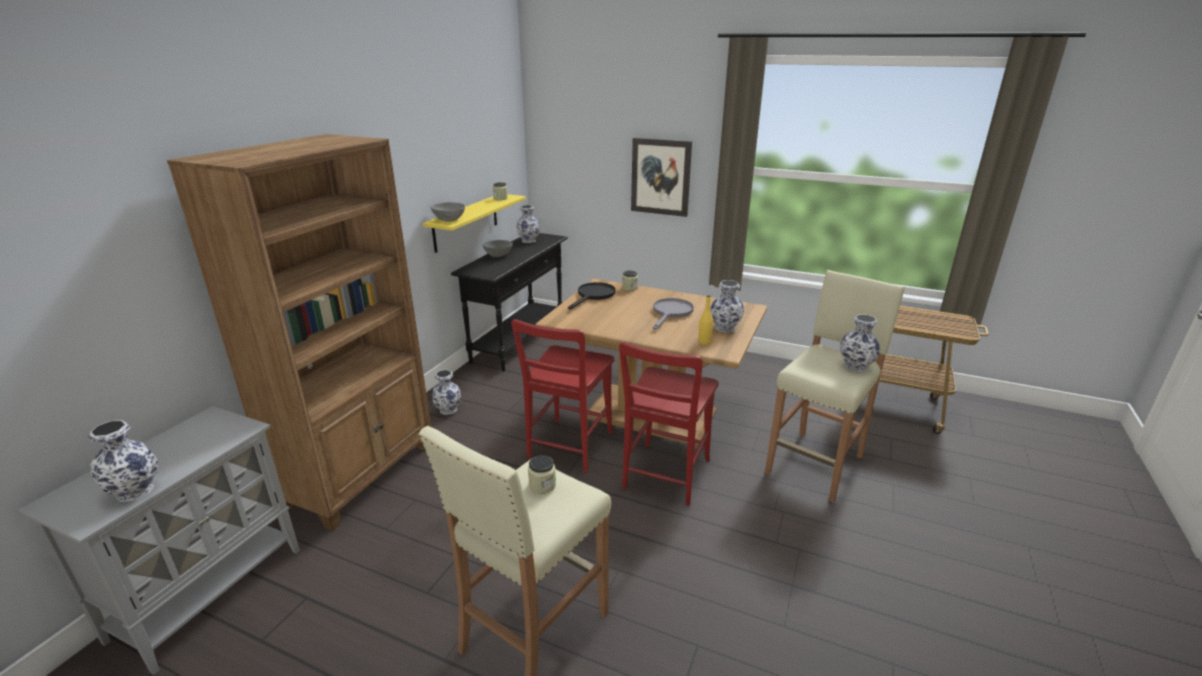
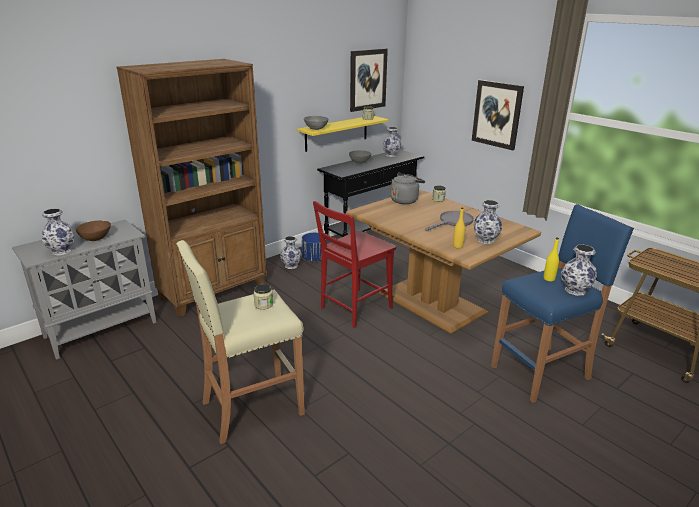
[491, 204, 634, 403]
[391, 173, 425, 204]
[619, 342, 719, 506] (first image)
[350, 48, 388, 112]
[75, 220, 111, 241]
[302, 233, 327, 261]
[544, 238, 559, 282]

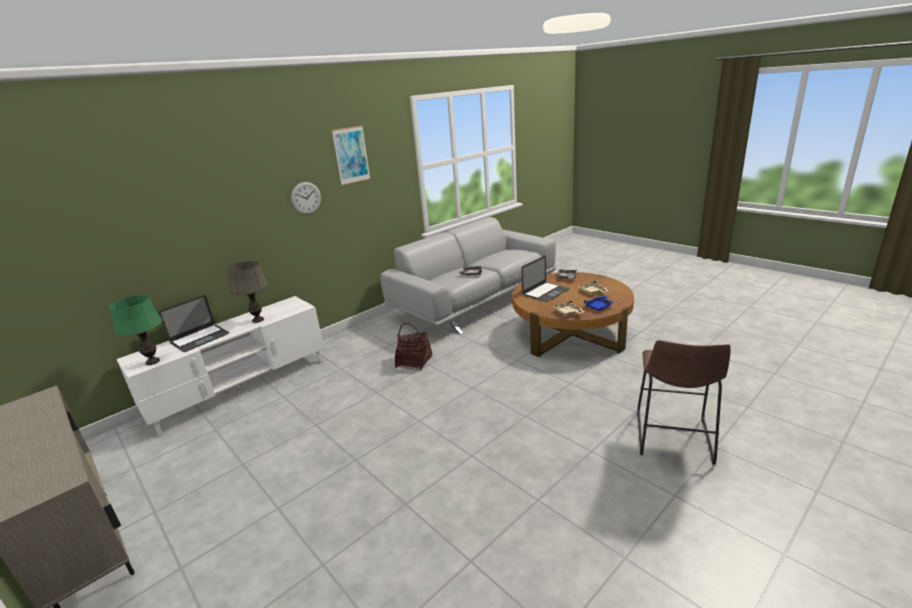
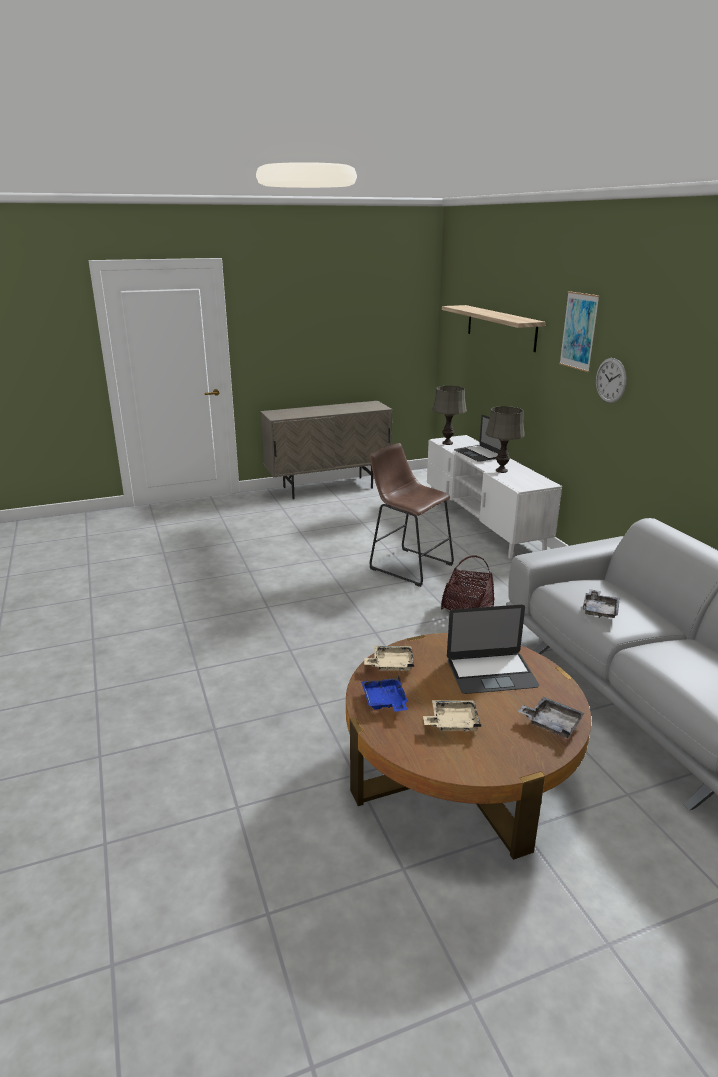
[559, 291, 600, 372]
[447, 605, 540, 694]
[432, 386, 467, 445]
[370, 443, 454, 587]
[442, 305, 546, 352]

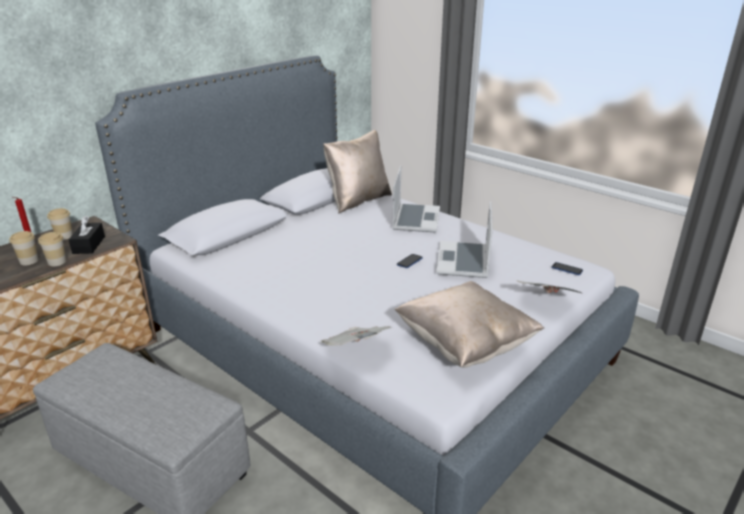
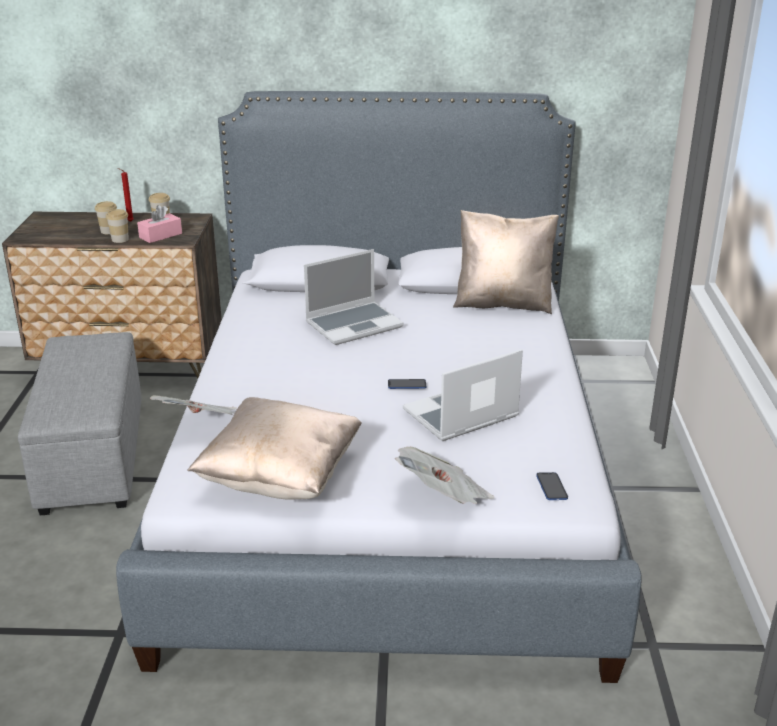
[304, 249, 404, 345]
[137, 205, 182, 243]

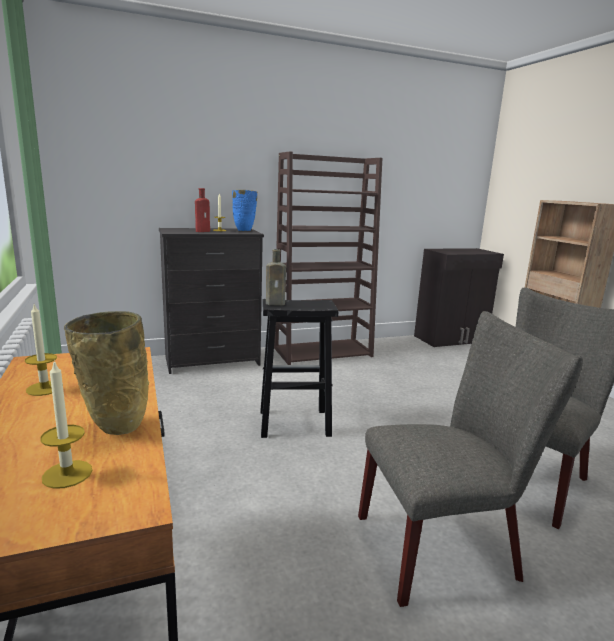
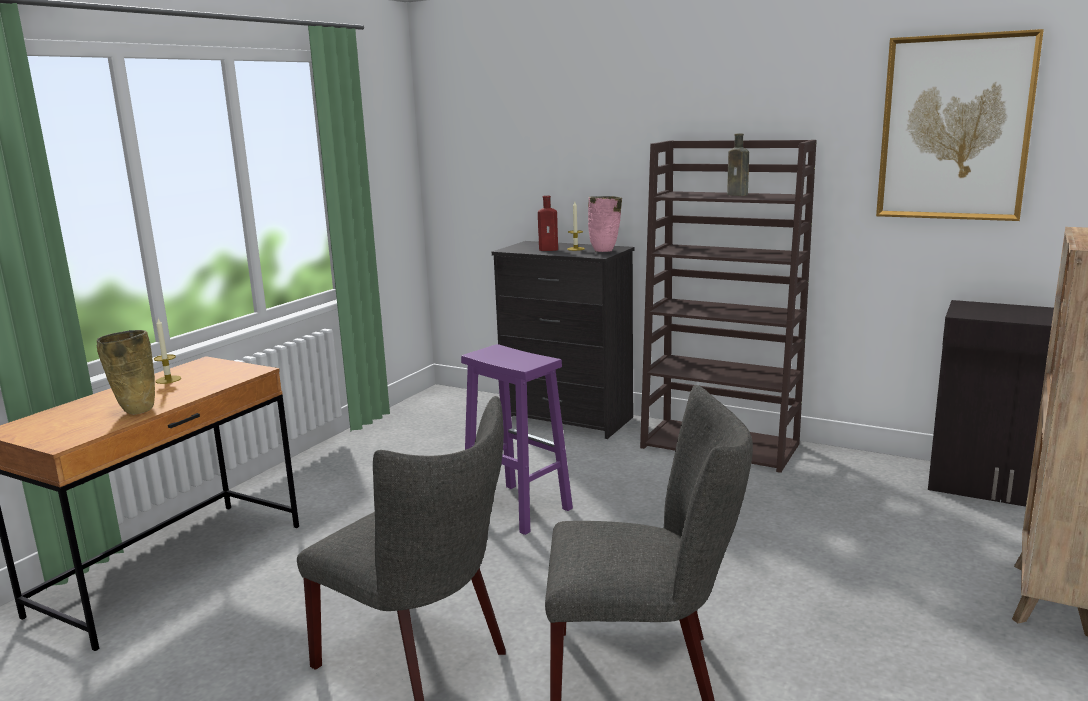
[588, 196, 622, 252]
[727, 134, 749, 196]
[461, 344, 573, 535]
[40, 360, 92, 489] (first image)
[876, 29, 1044, 221]

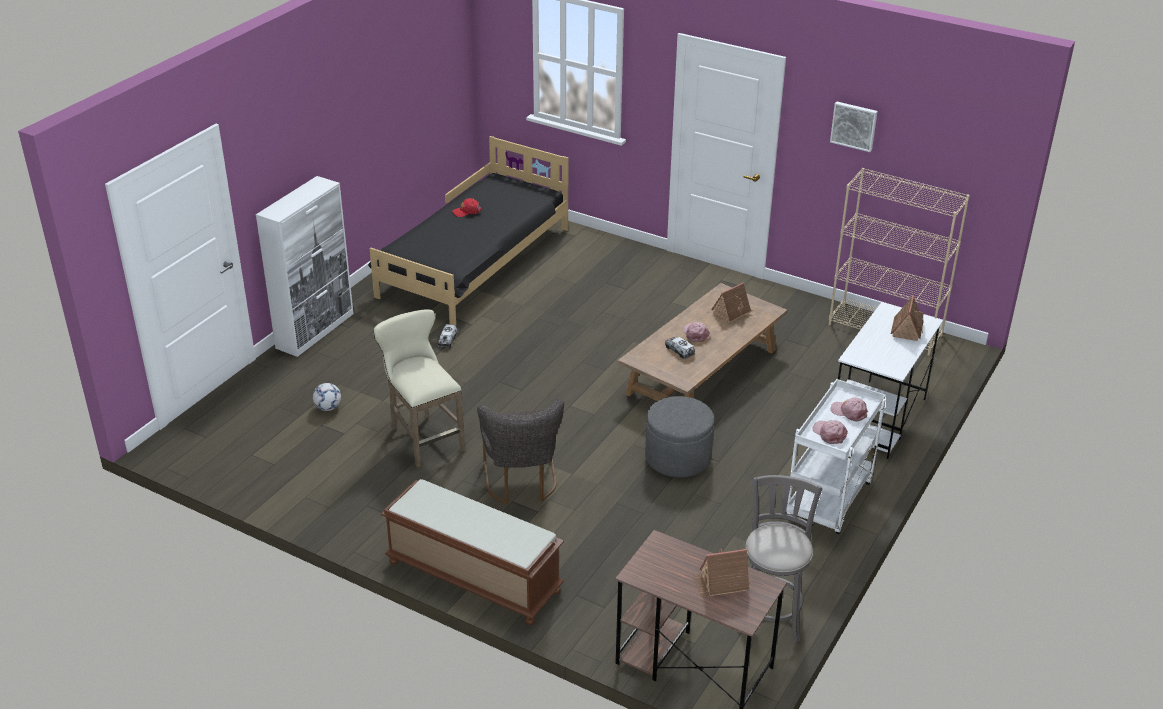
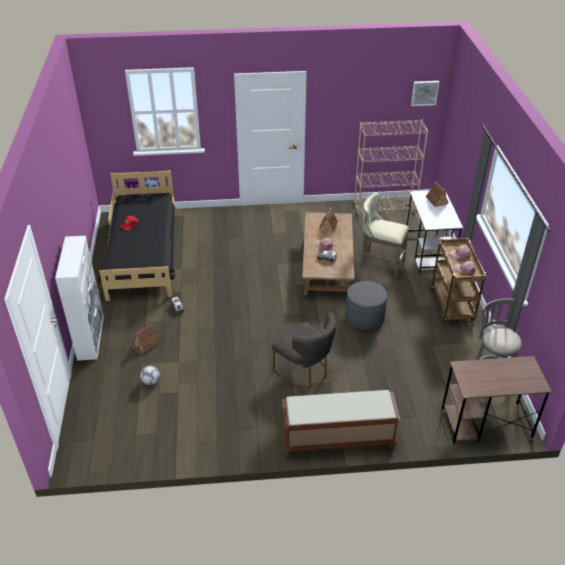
[411, 81, 439, 106]
[360, 193, 409, 277]
[431, 238, 486, 322]
[131, 324, 160, 355]

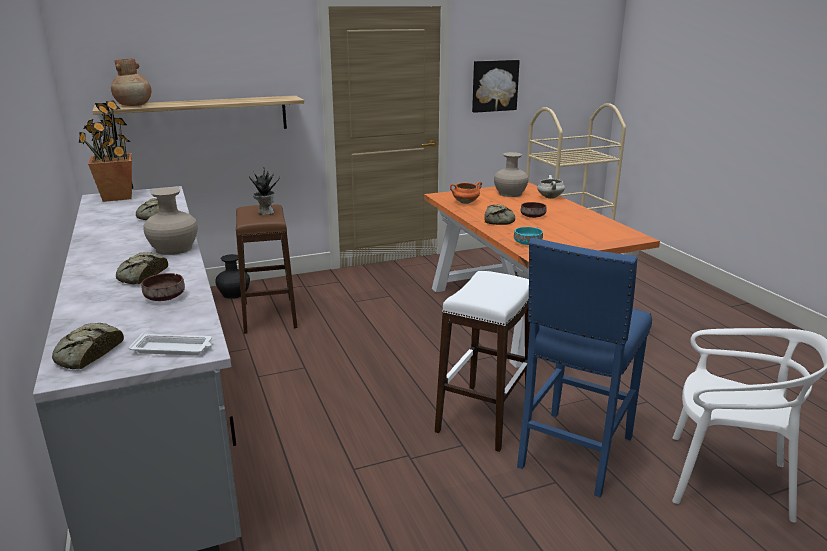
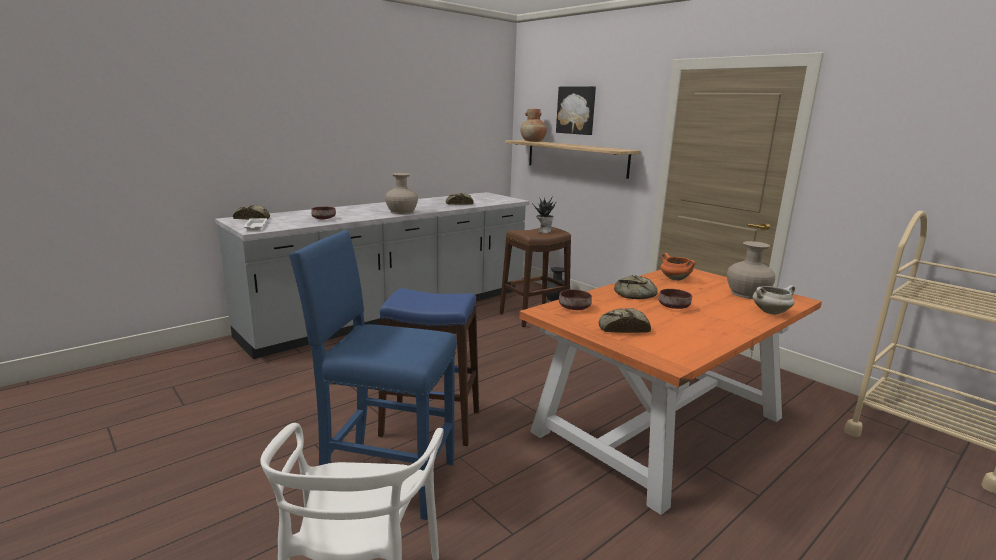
[556, 86, 596, 135]
[79, 100, 133, 202] (first image)
[559, 290, 592, 310]
[599, 308, 651, 333]
[378, 288, 479, 446]

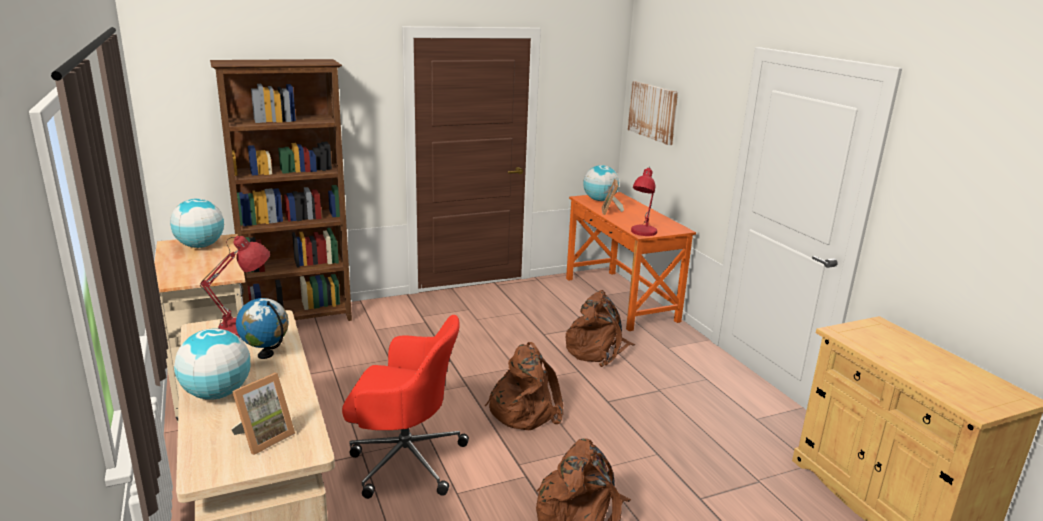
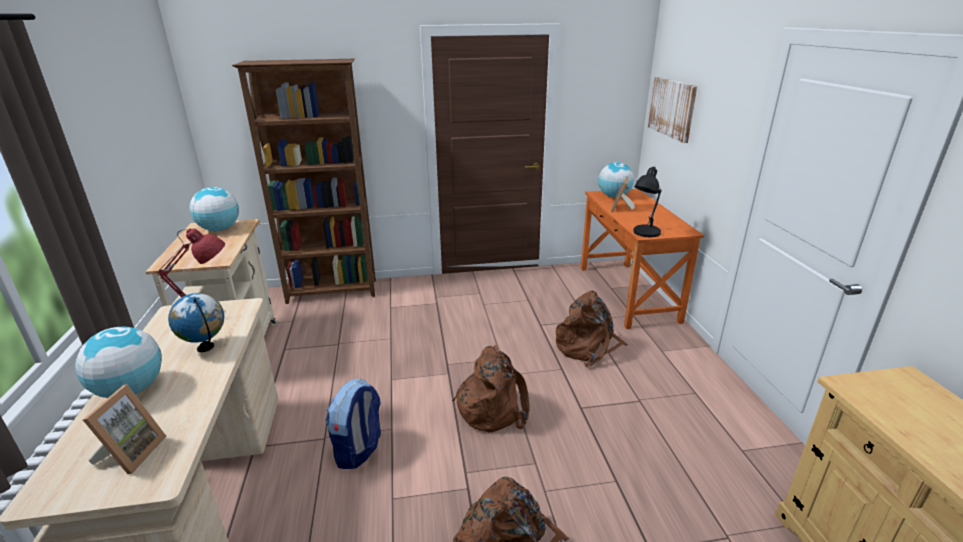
[633, 166, 662, 237]
[325, 379, 381, 469]
[83, 384, 167, 474]

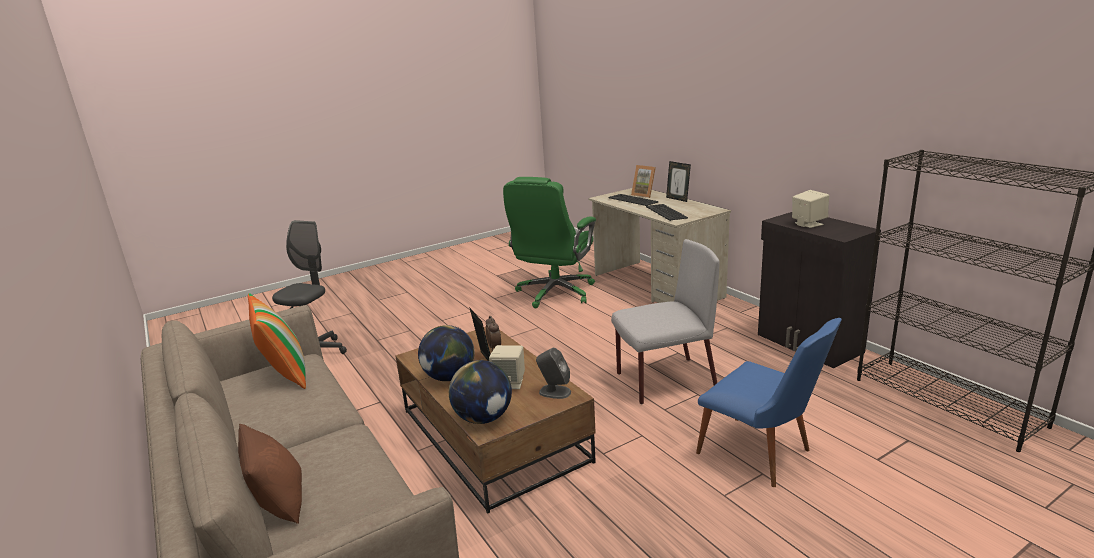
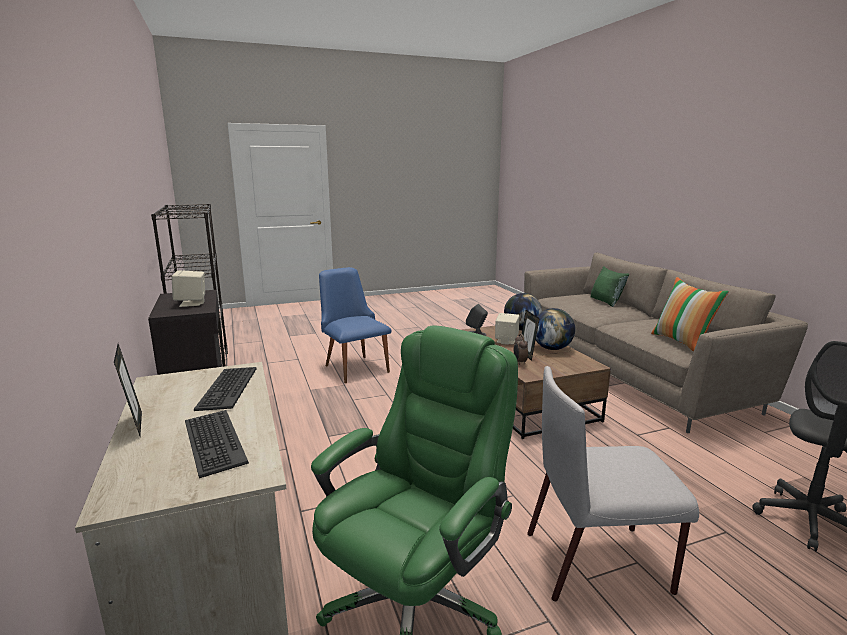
[631, 165, 656, 198] (first image)
[527, 366, 699, 602]
[590, 266, 629, 307]

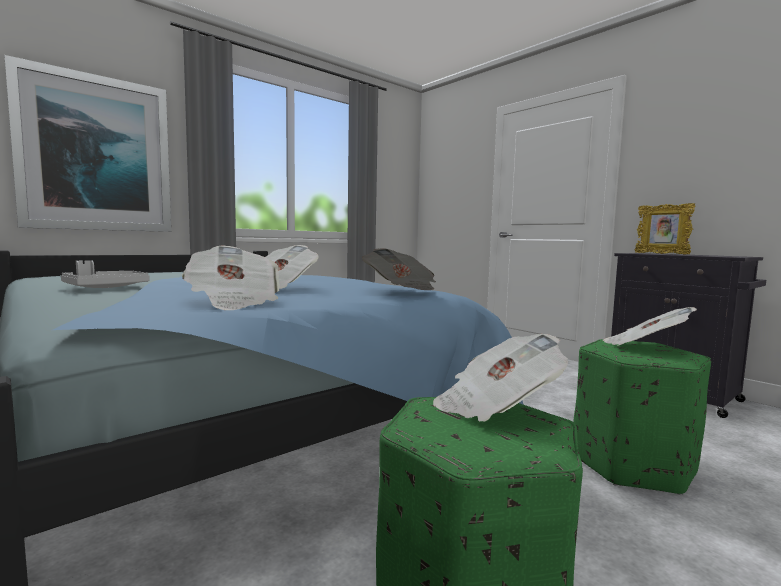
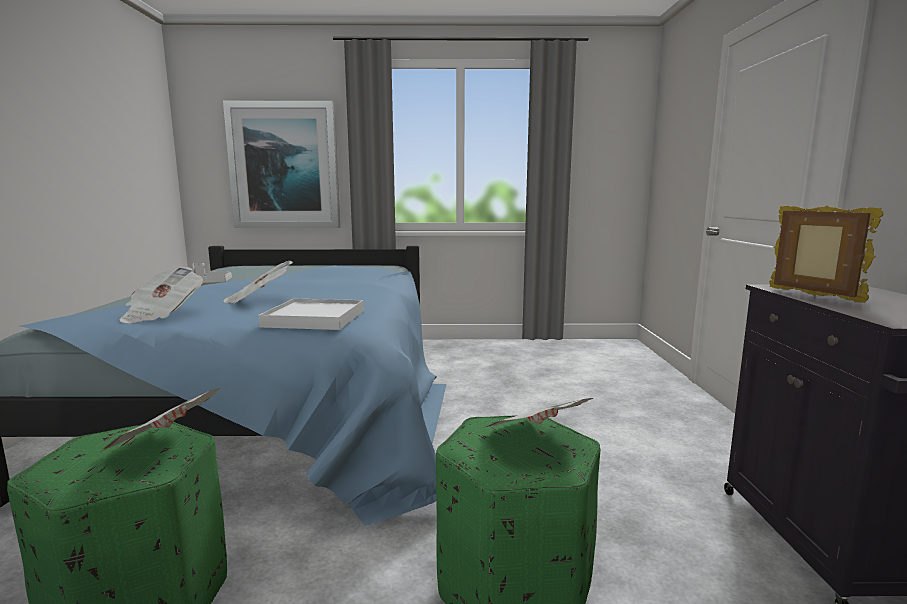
[769, 206, 884, 303]
[258, 299, 364, 330]

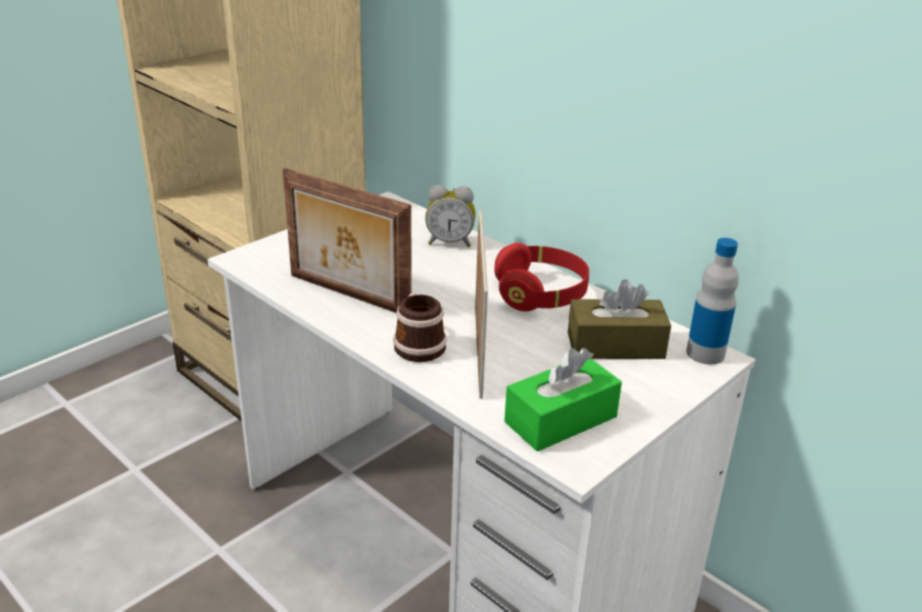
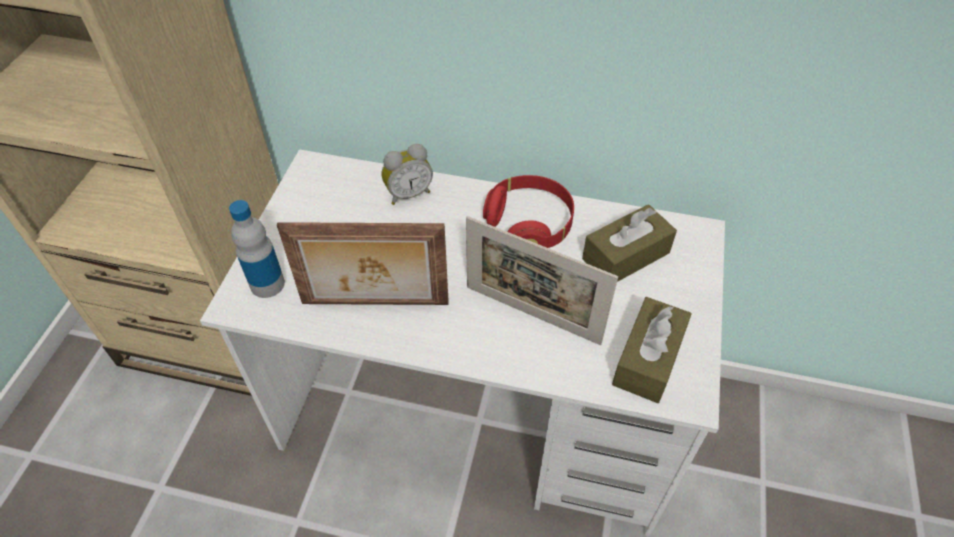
[466, 216, 618, 345]
[229, 200, 285, 298]
[393, 293, 447, 362] (first image)
[612, 297, 692, 403]

